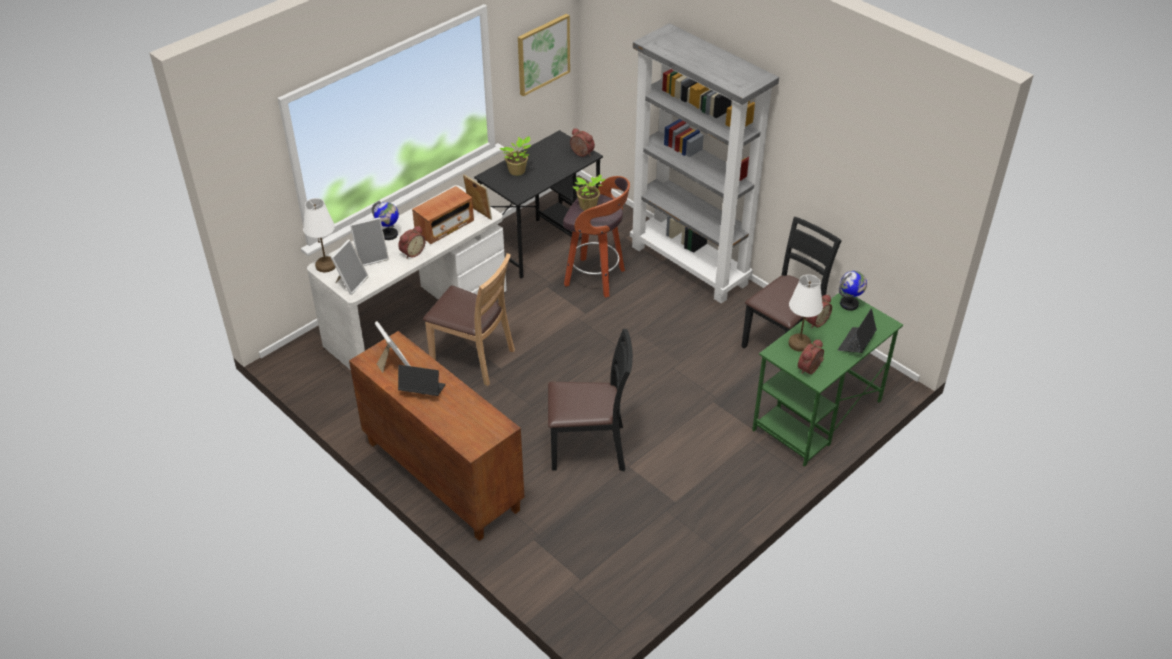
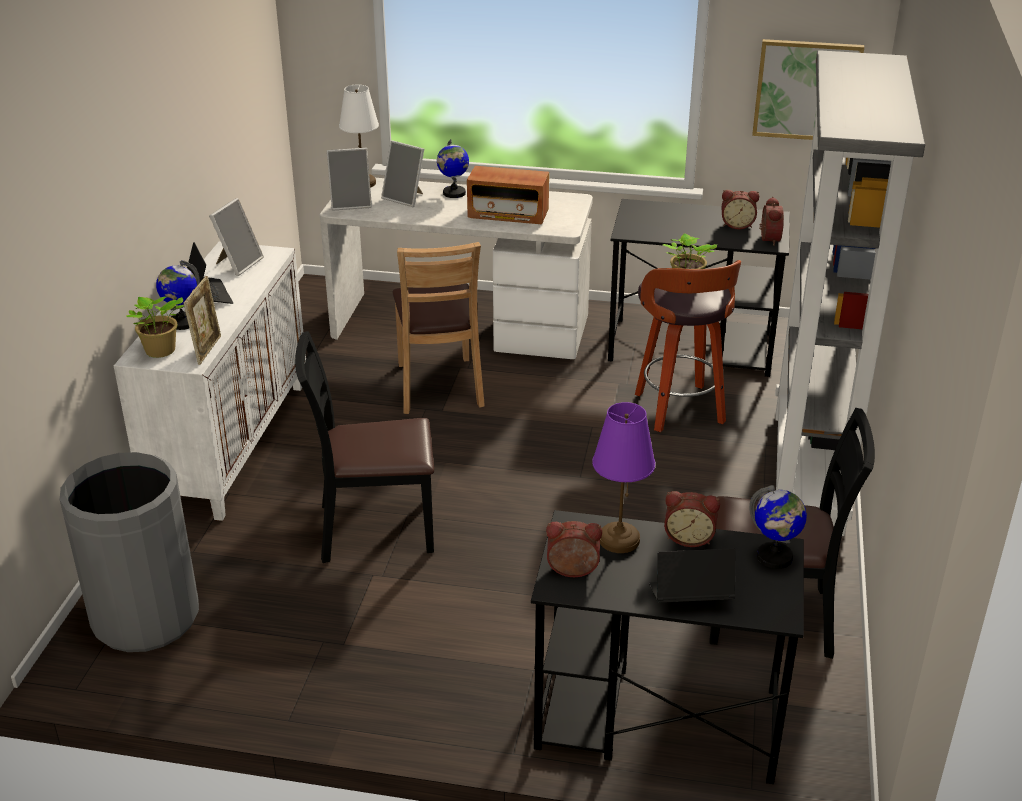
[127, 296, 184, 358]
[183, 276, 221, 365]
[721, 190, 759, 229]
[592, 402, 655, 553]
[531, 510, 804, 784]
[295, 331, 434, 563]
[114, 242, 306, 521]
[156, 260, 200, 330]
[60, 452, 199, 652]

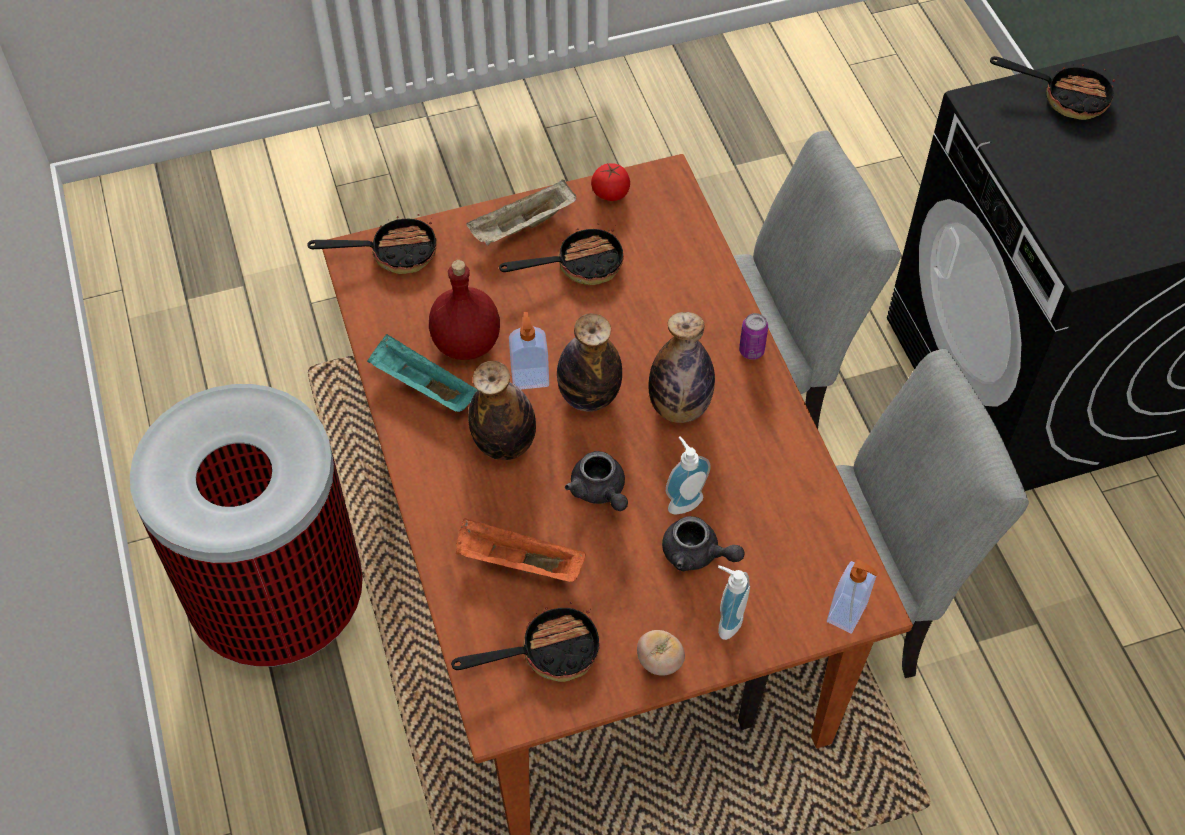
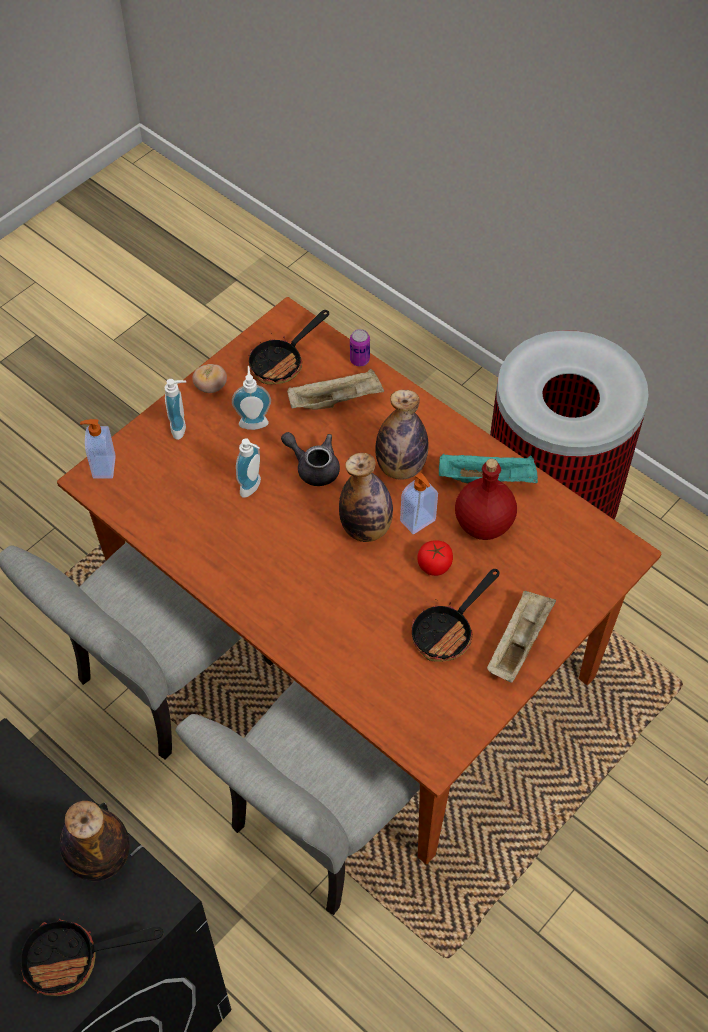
[417, 540, 453, 576]
[307, 214, 437, 274] (first image)
[60, 801, 130, 881]
[350, 329, 370, 366]
[662, 516, 745, 571] (first image)
[287, 369, 384, 410]
[232, 366, 271, 430]

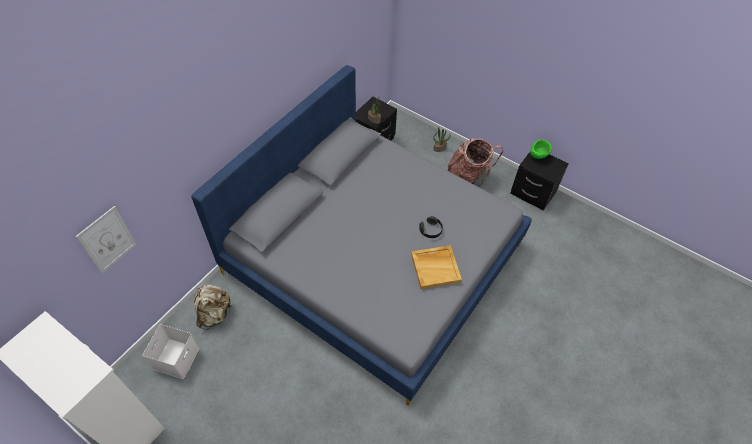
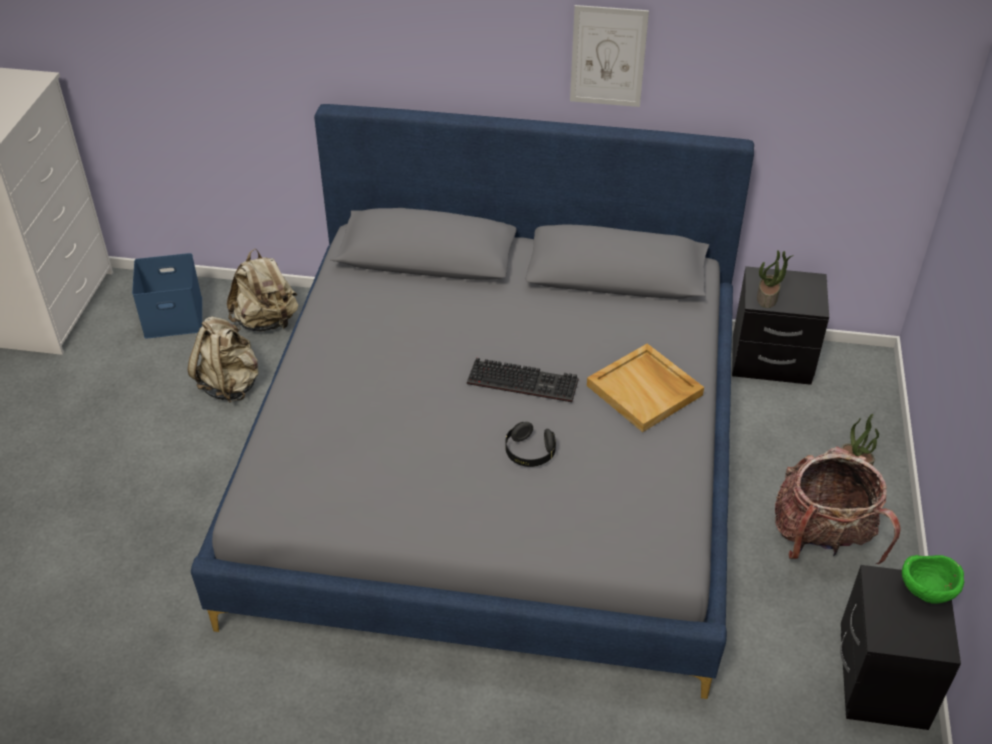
[570, 5, 649, 107]
[587, 343, 704, 432]
[132, 253, 202, 339]
[188, 316, 258, 403]
[467, 358, 579, 402]

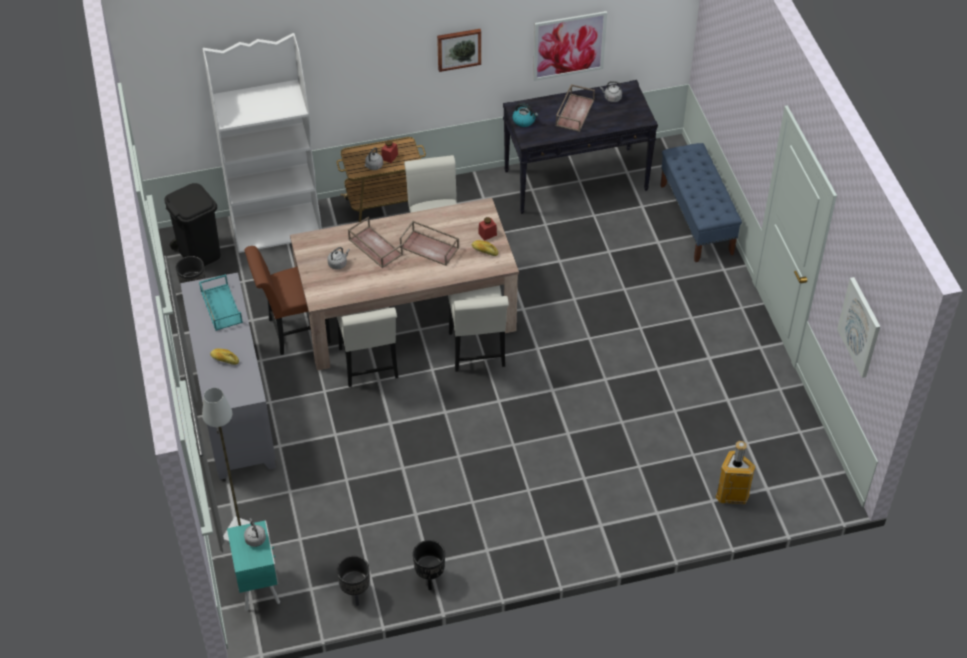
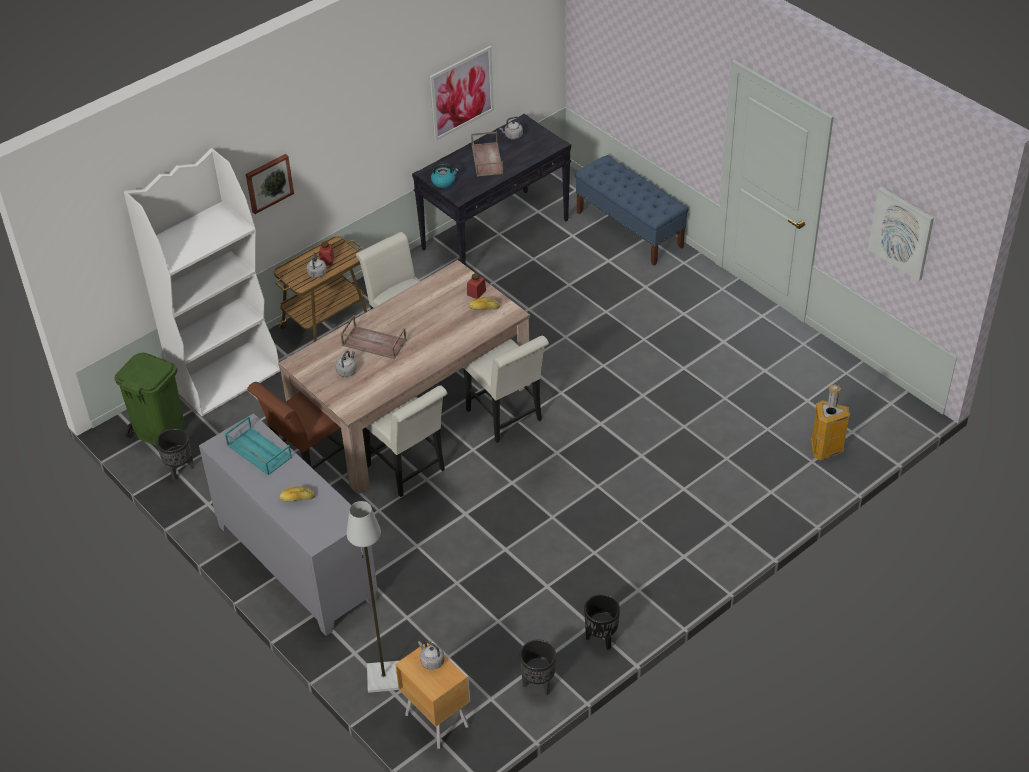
[246, 154, 294, 214]
[115, 353, 185, 446]
[400, 221, 459, 266] (first image)
[395, 639, 470, 749]

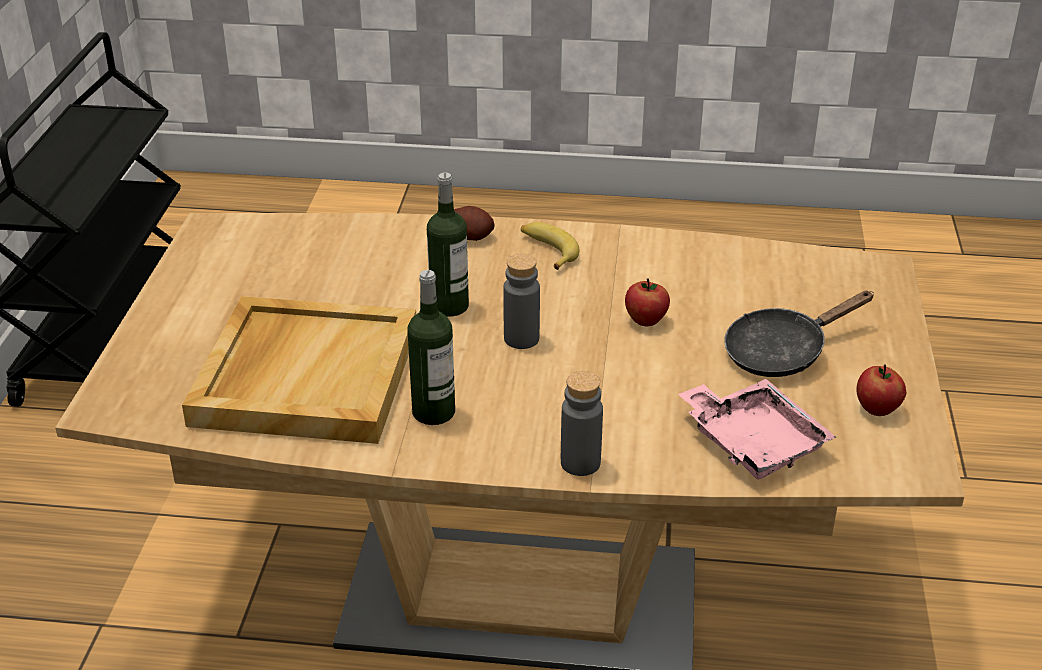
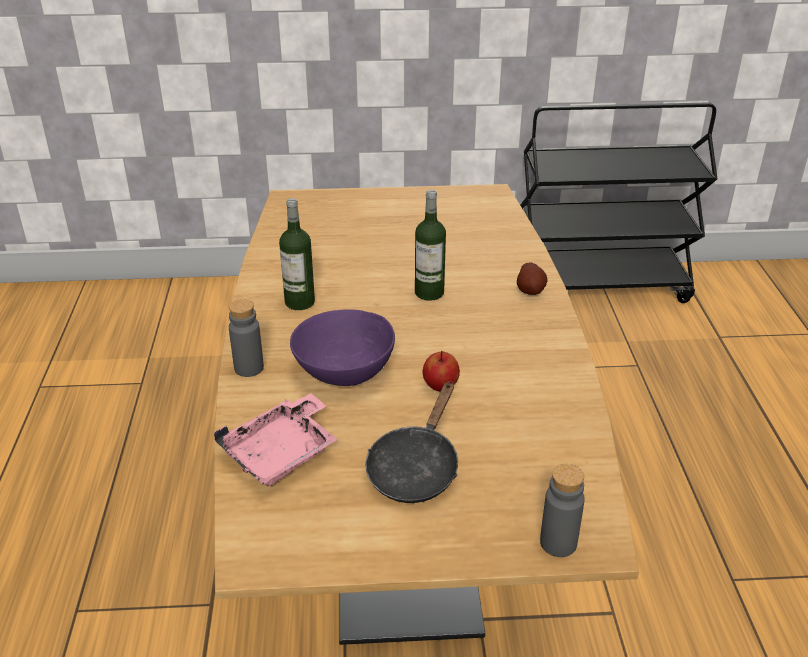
[521, 222, 580, 270] (first image)
[540, 464, 585, 557]
[365, 381, 458, 503]
[182, 296, 416, 444] (first image)
[857, 364, 906, 416] (first image)
[290, 309, 395, 386]

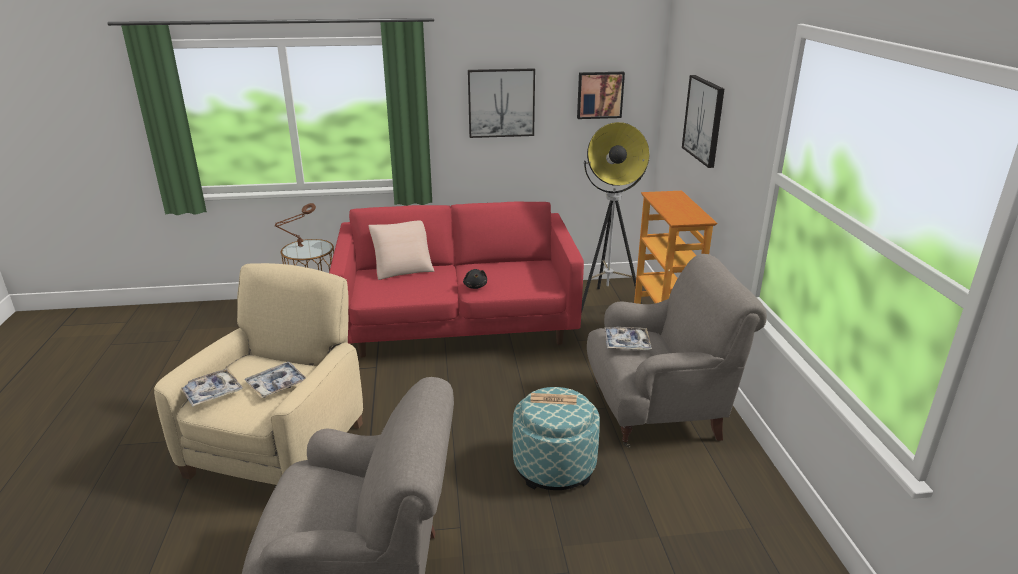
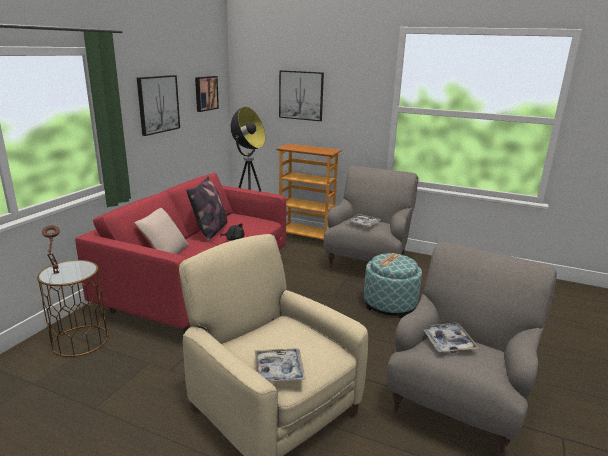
[424, 323, 479, 353]
[186, 176, 227, 242]

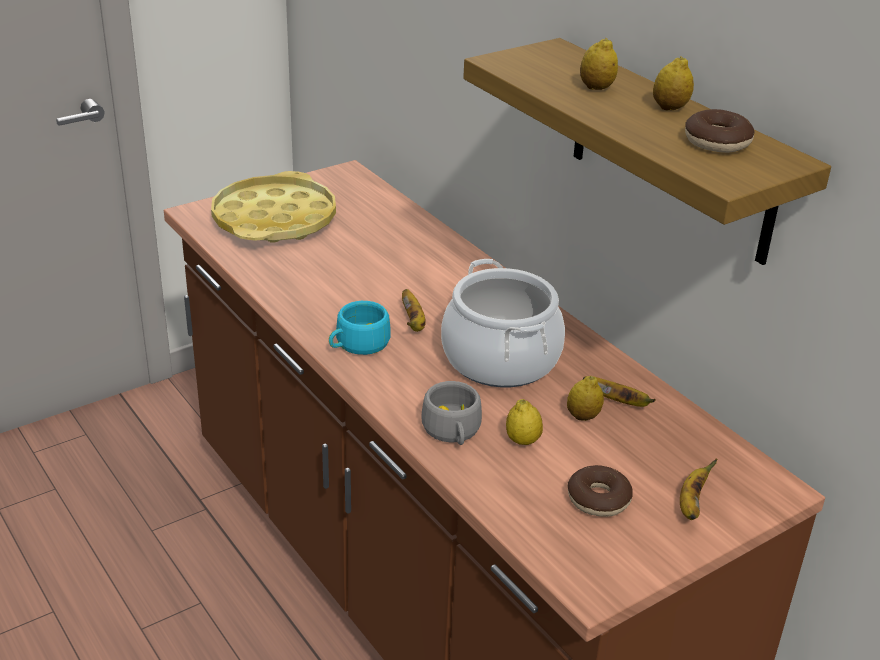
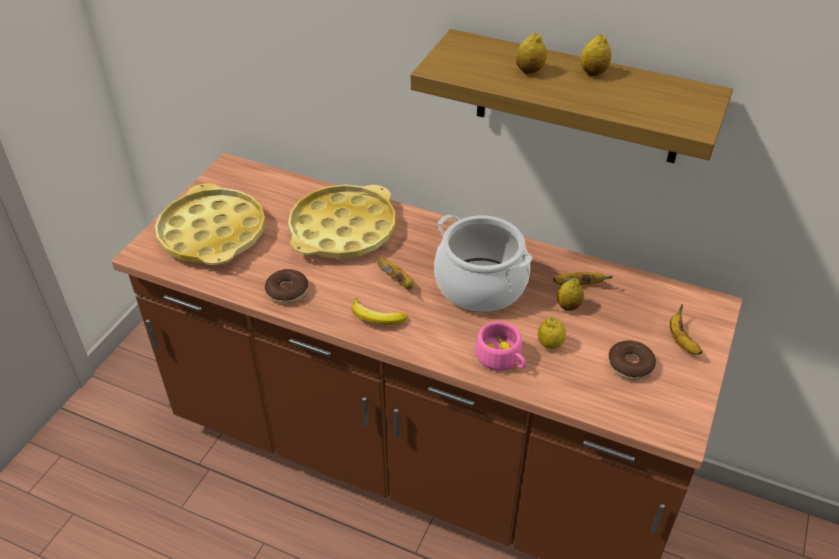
[265, 269, 308, 304]
[351, 298, 408, 325]
[475, 321, 526, 371]
[288, 184, 395, 259]

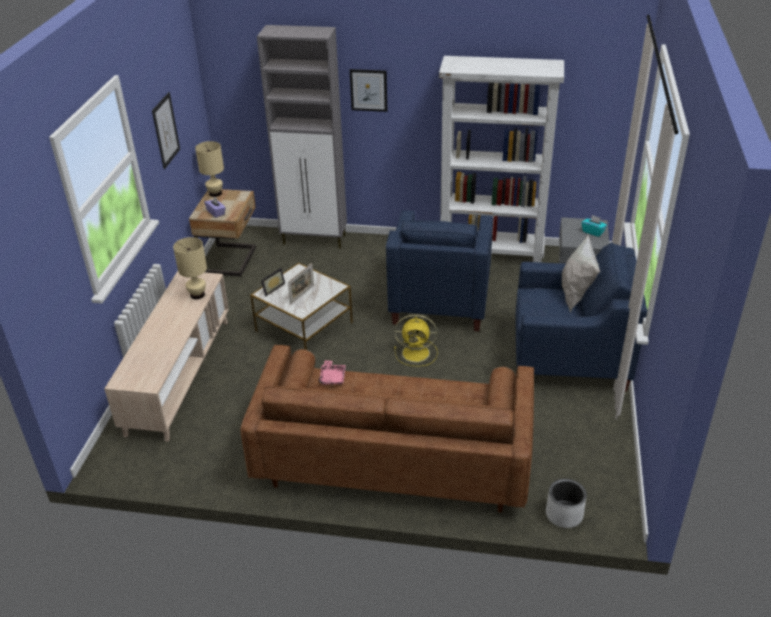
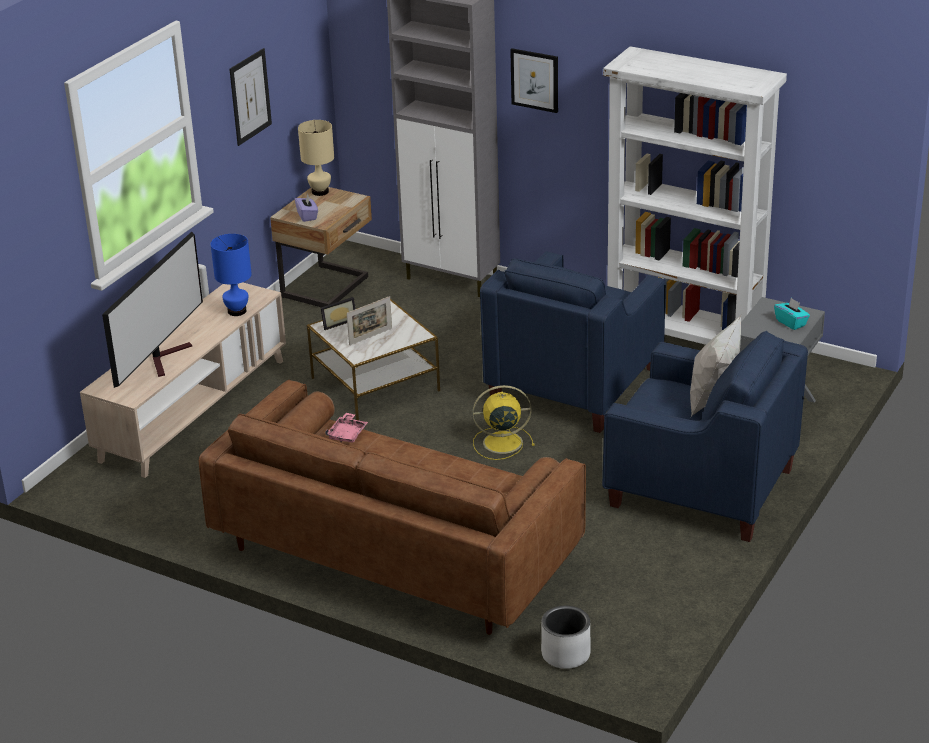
[210, 234, 252, 316]
[473, 385, 534, 460]
[102, 232, 203, 388]

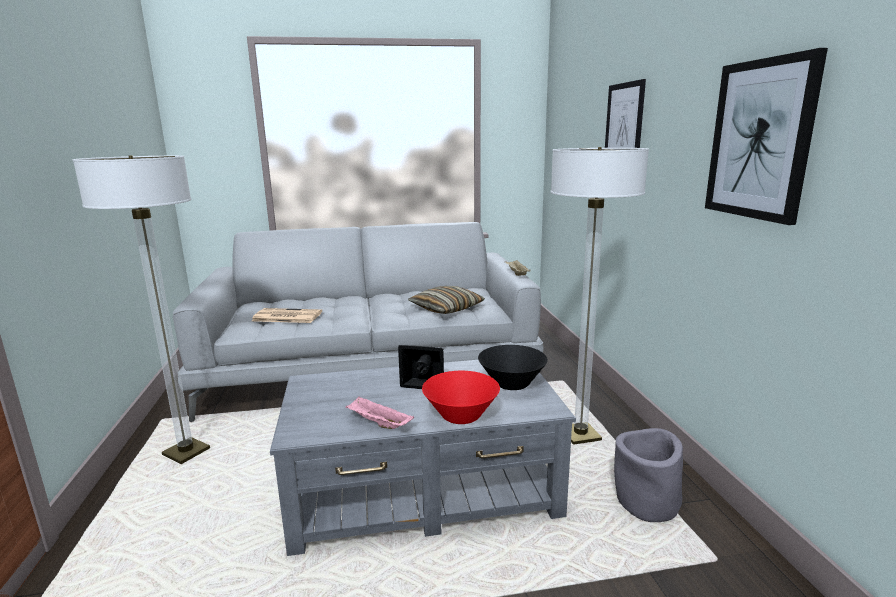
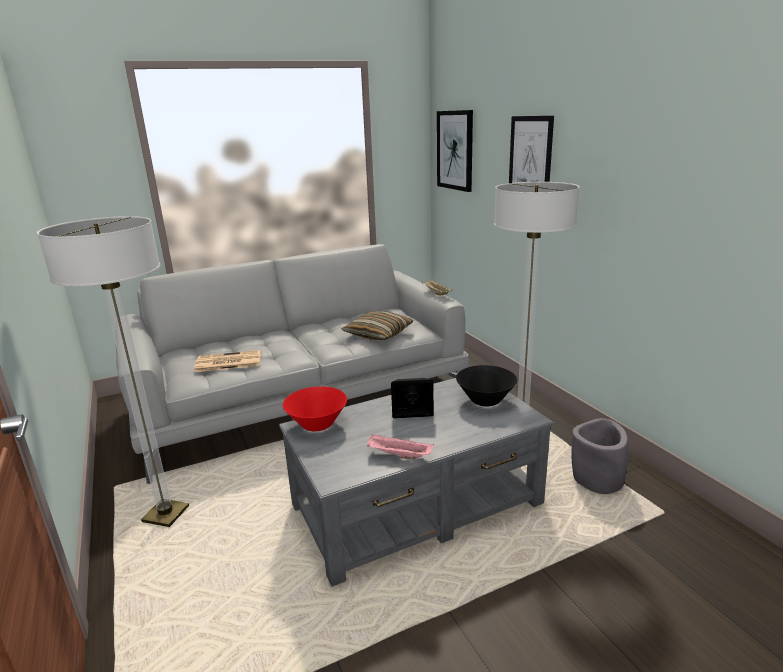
[437, 110, 473, 192]
[283, 386, 347, 431]

